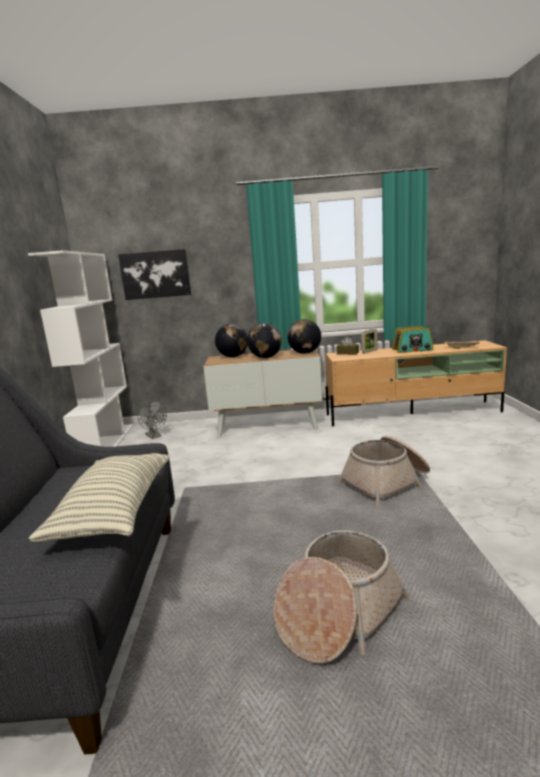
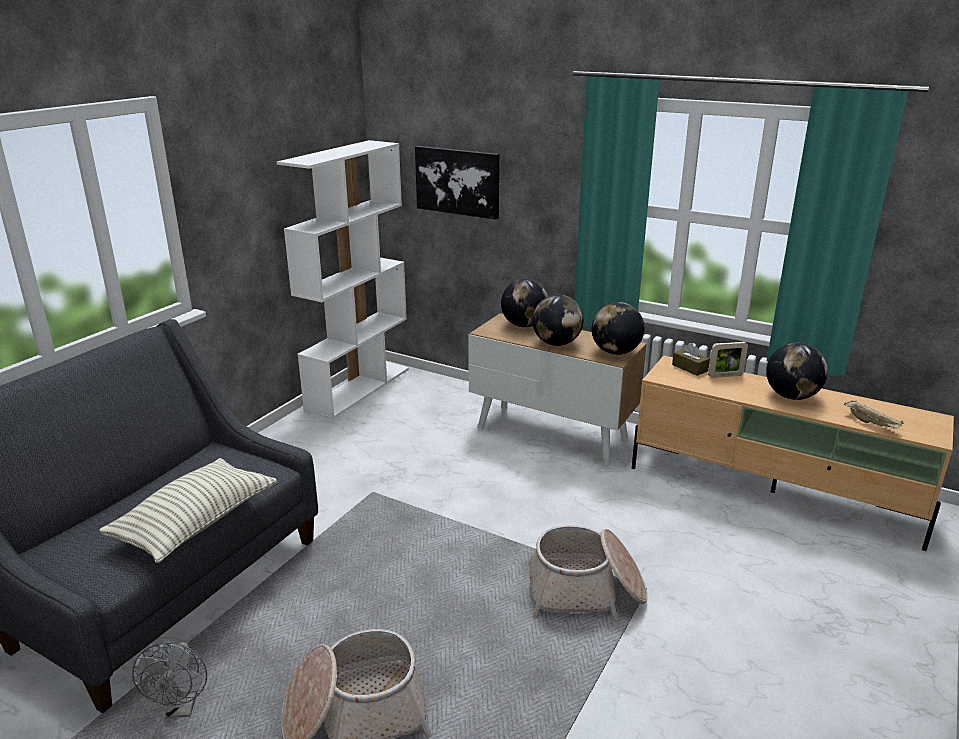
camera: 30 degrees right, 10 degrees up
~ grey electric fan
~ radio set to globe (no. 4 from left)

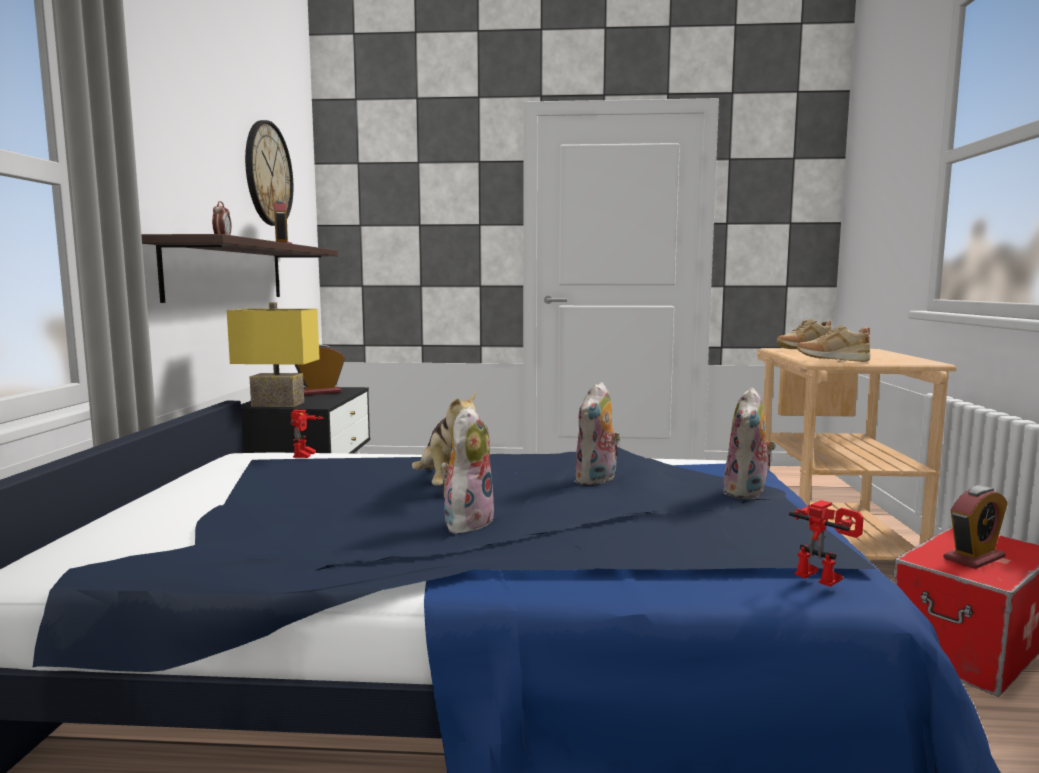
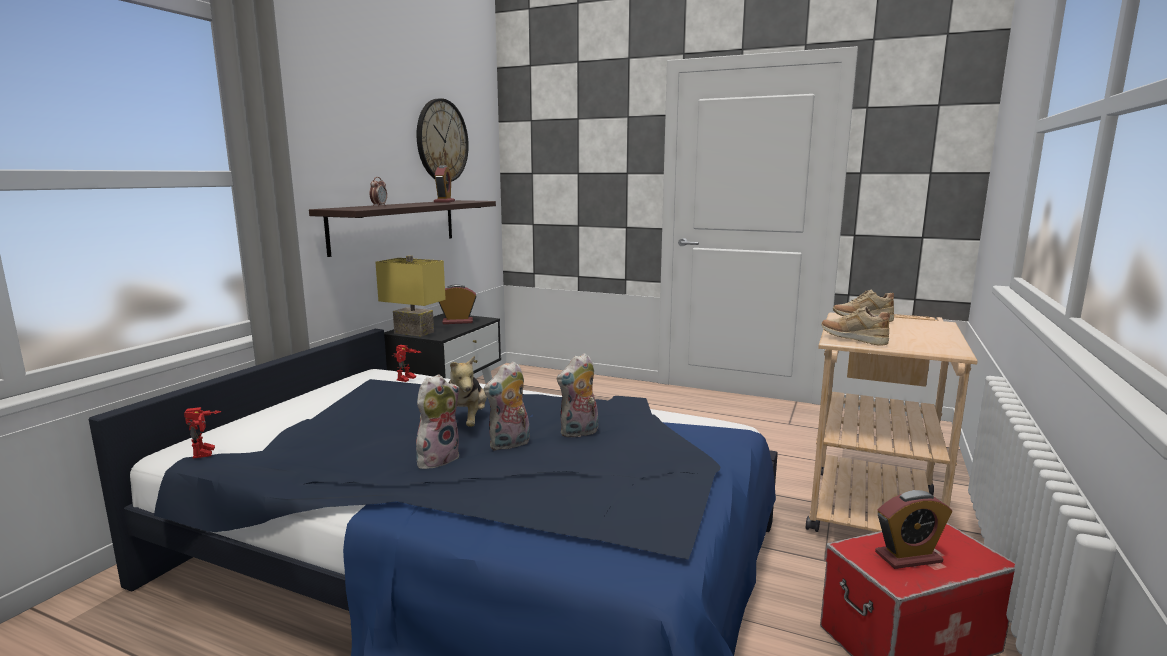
camera: 20 degrees right, 5 degrees up
~ toy robot (no. 2 from left in the first image) to toy robot (no. 1 from left)
~ plush toy (no. 4 from left in the first image) to plush toy (no. 3 from left)

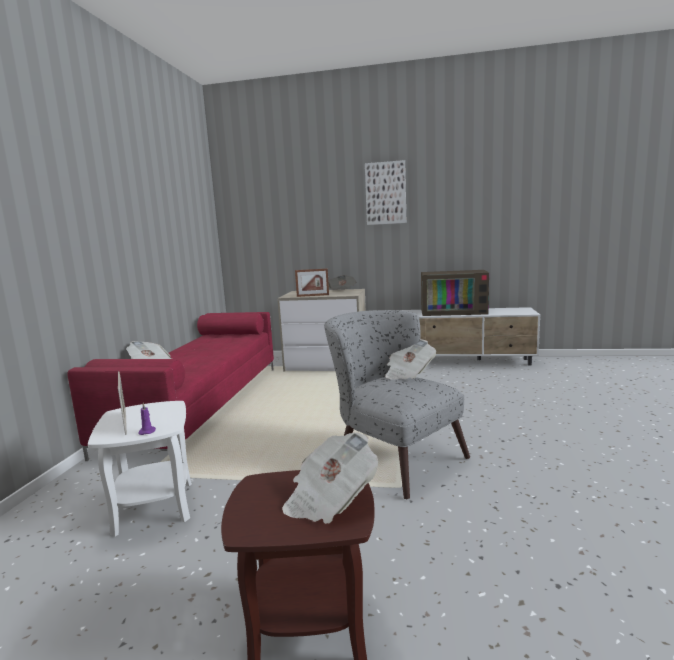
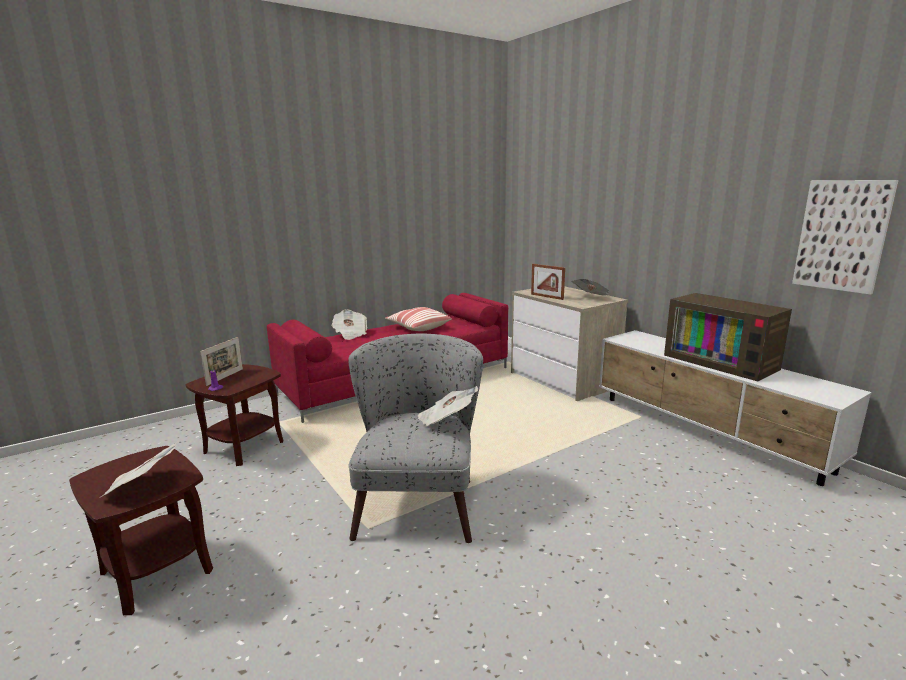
camera: 45 degrees right, 5 degrees up
~ whitish side table to brown-coloured side table (no. 2 from left)
+ cushion
~ wall picture

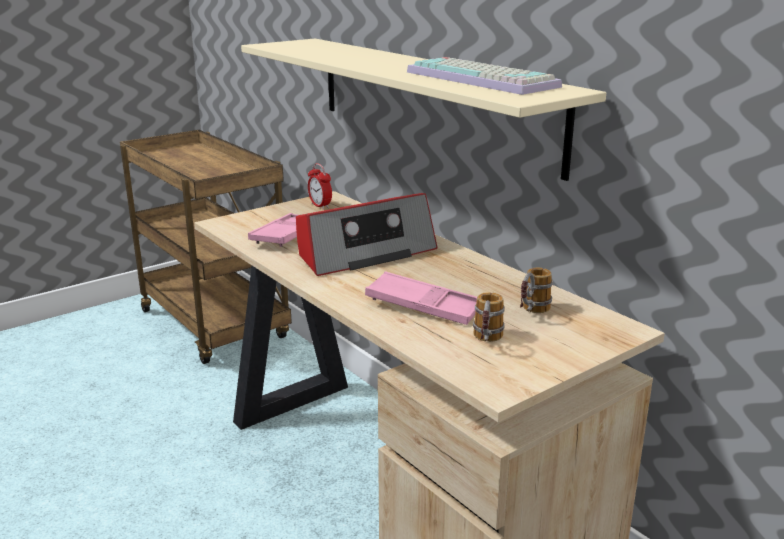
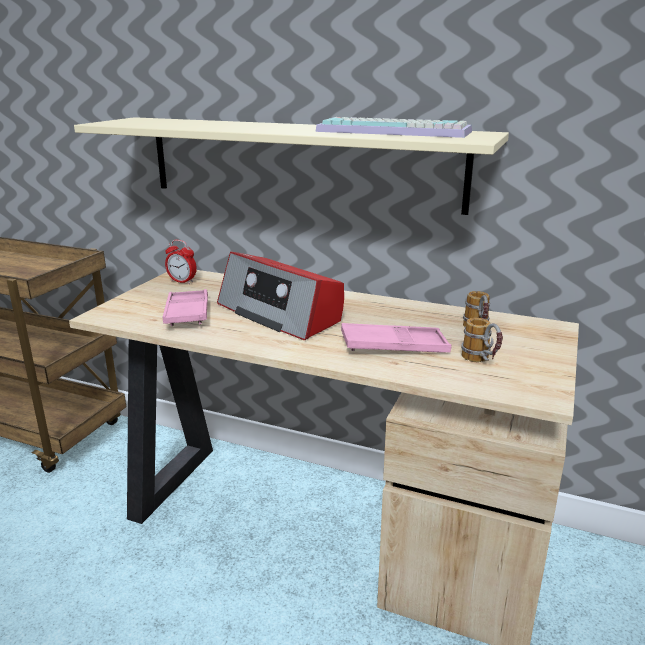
camera: 30 degrees left, 0 degrees up
~ radio set 105 degrees clockwise

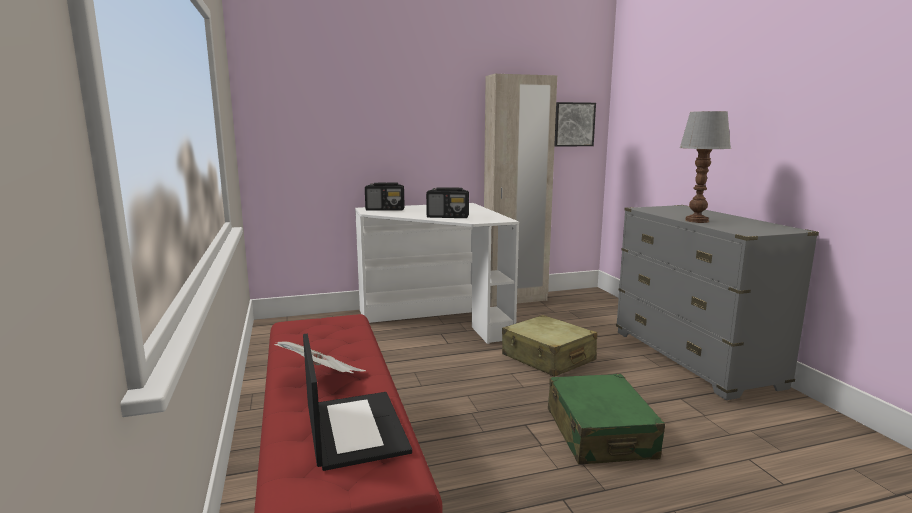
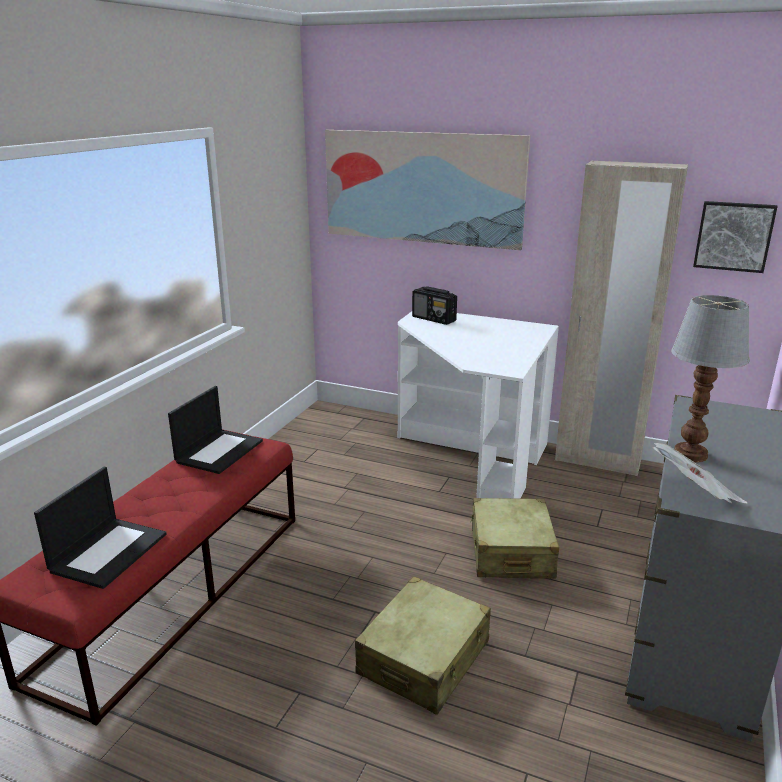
camera: 40 degrees right, 10 degrees up
+ laptop (no. 2 from left)
+ wall picture (no. 1 from left)
~ green-coloured travel case to sand-coloured travel case (no. 1 from left)
~ daily paper
- radio set (no. 2 from left)

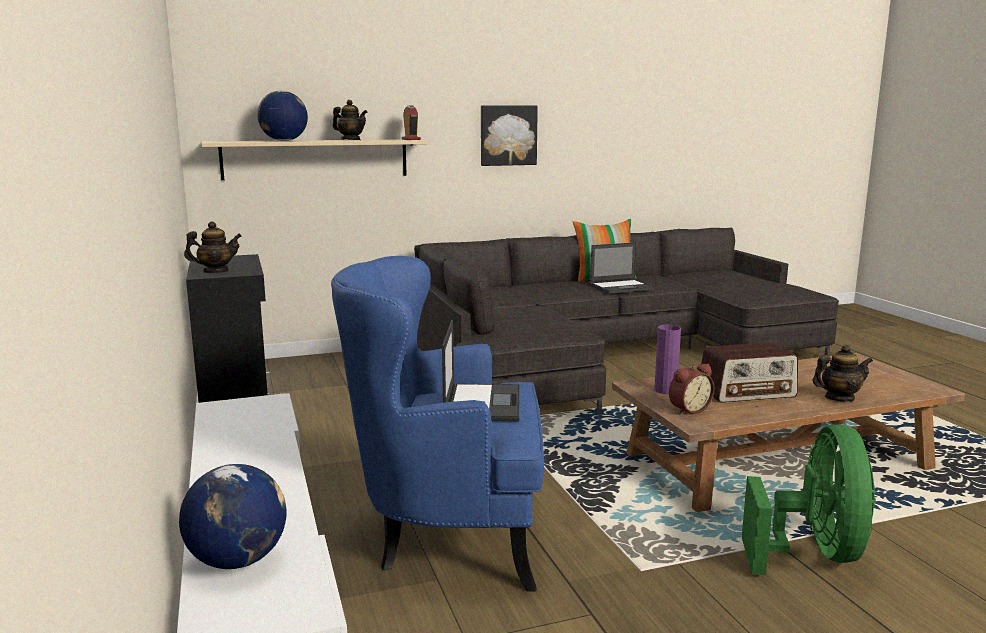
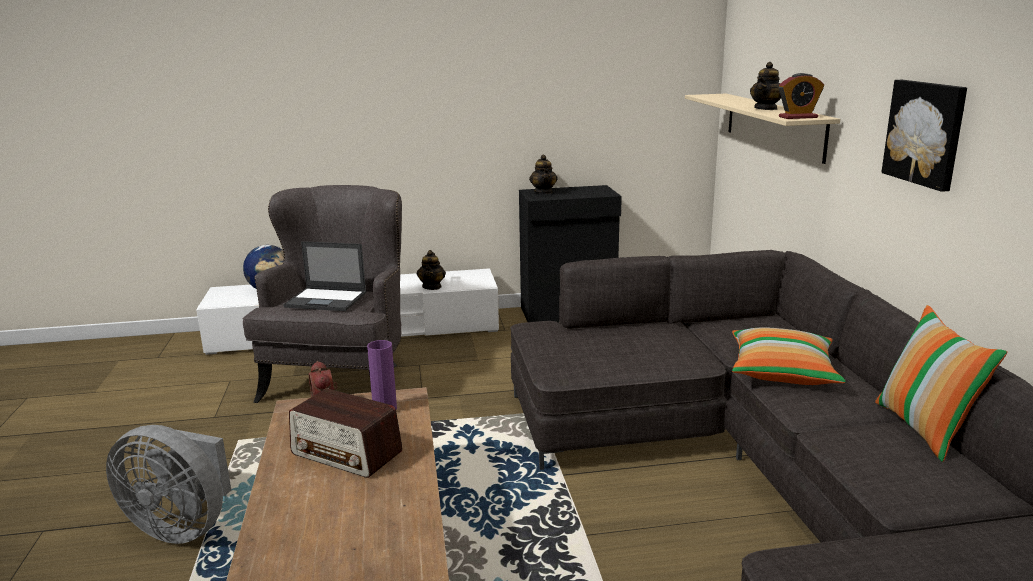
camera: 100 degrees right, 5 degrees up
~ green-coloured electric fan to grey electric fan
~ blue-coloured lounge chair to grey lounge chair
~ radio set 60 degrees counterclockwise
~ teapot (no. 3 from left in the first image) to teapot (no. 1 from left)
+ cushion (no. 1 from left)
- globe (no. 2 from left)
- laptop (no. 2 from left)

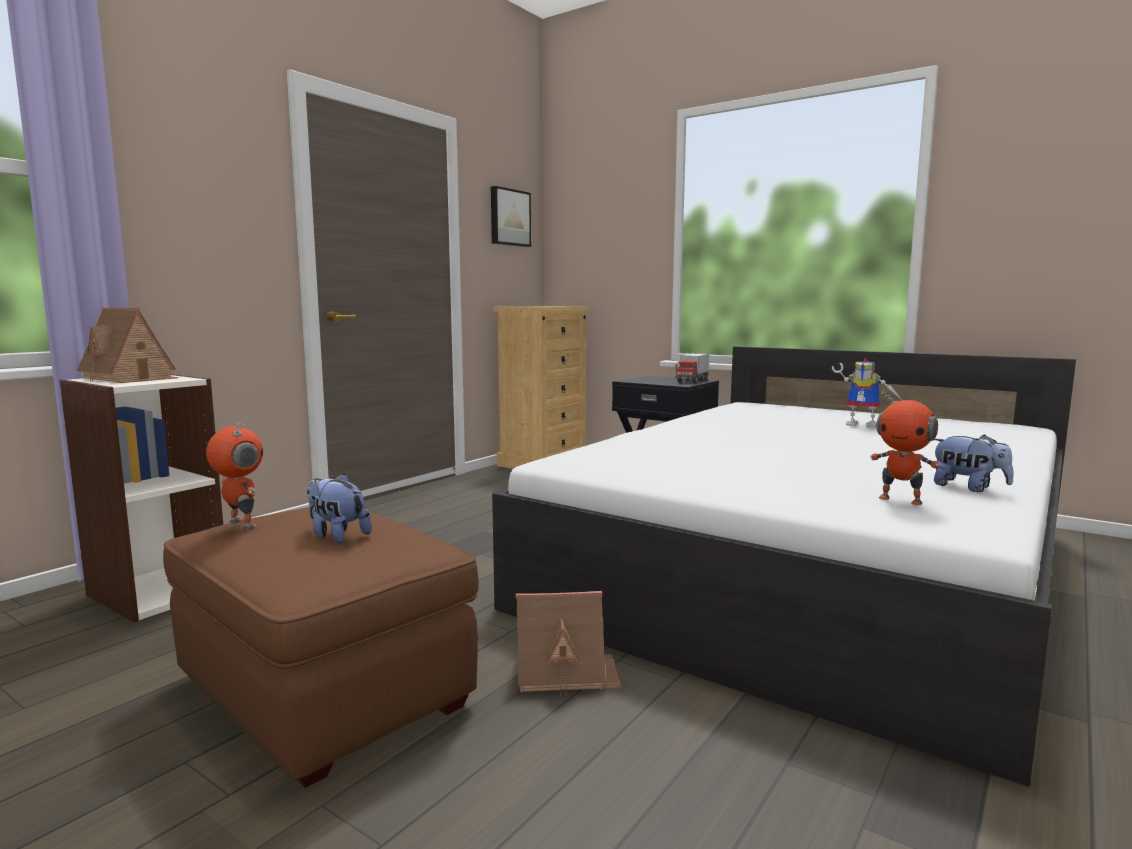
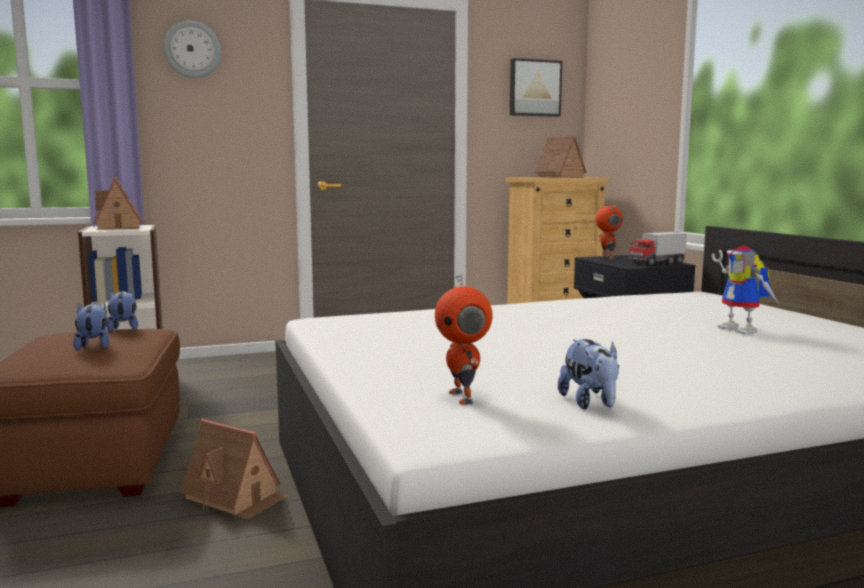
camera: 35 degrees right, 0 degrees up
+ plush toy (no. 2 from left)
+ clock on the wall
+ miniature house (no. 3 from left)
~ toy robot (no. 1 from left in the first image) to toy robot (no. 2 from left)

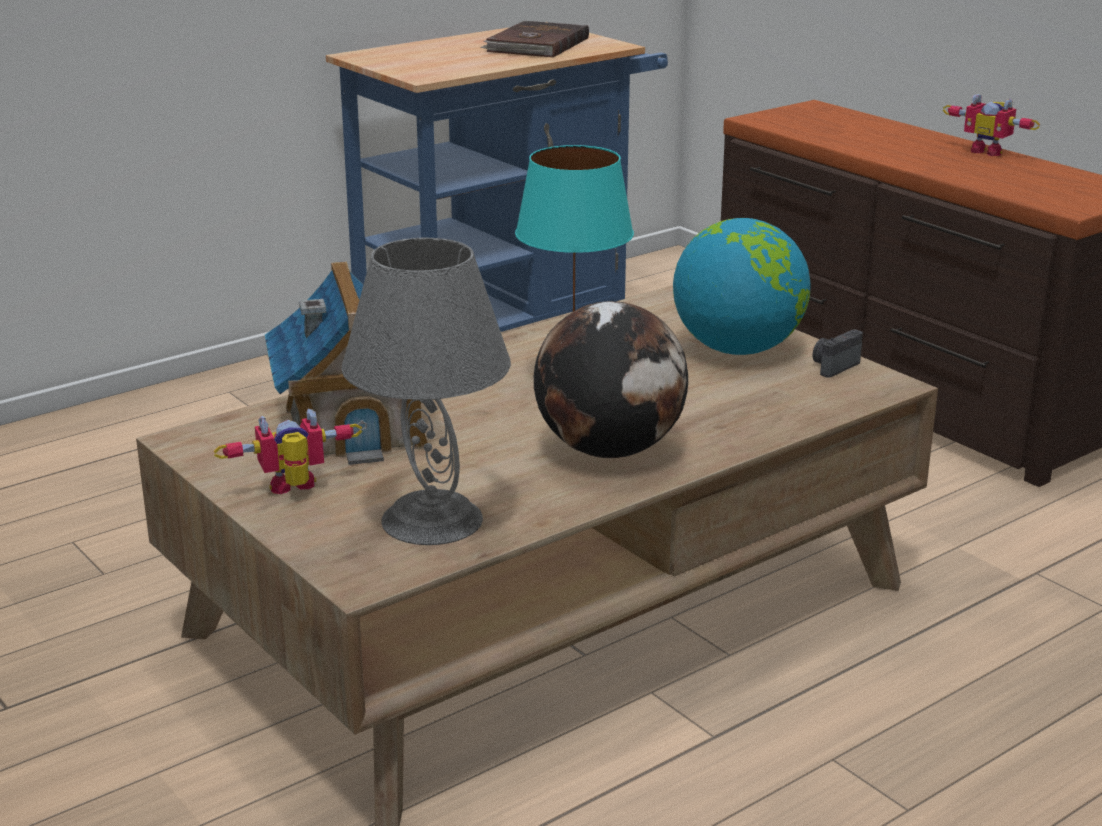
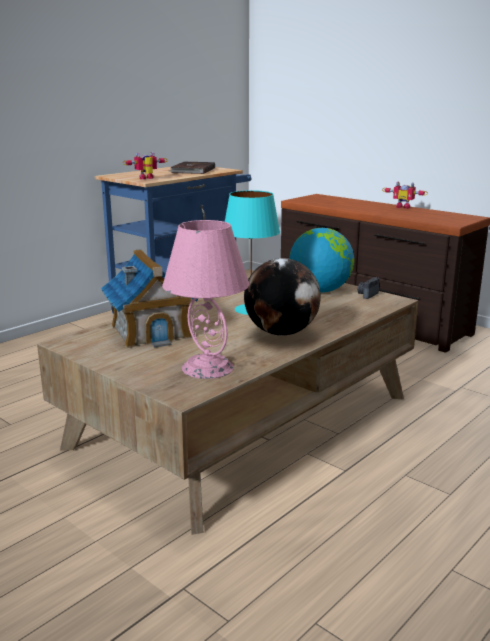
camera: 10 degrees left, 5 degrees down
~ toy robot (no. 1 from left)
~ grey lamp for a table to pink-coloured lamp for a table

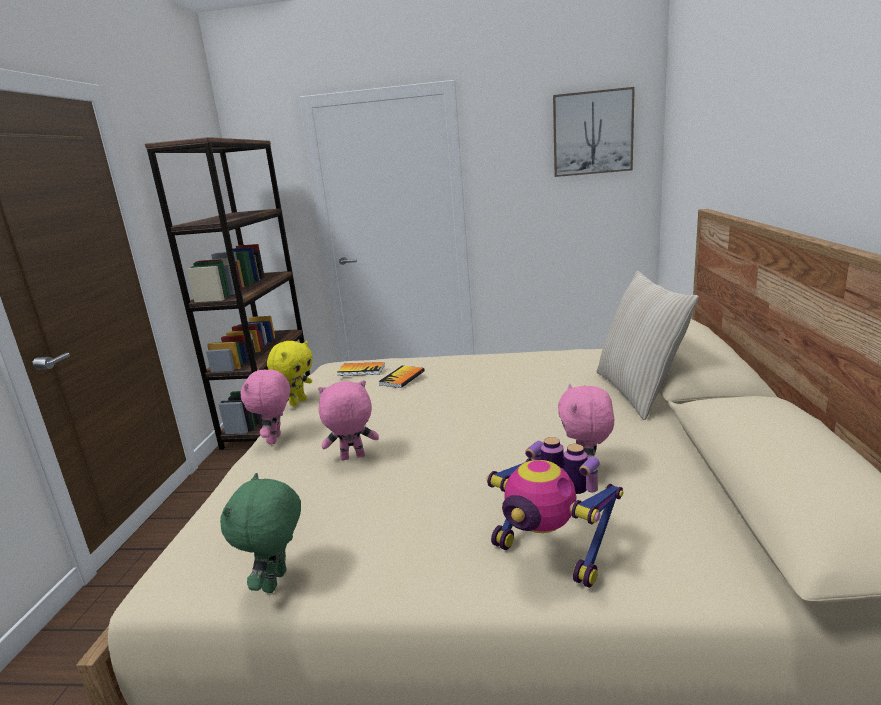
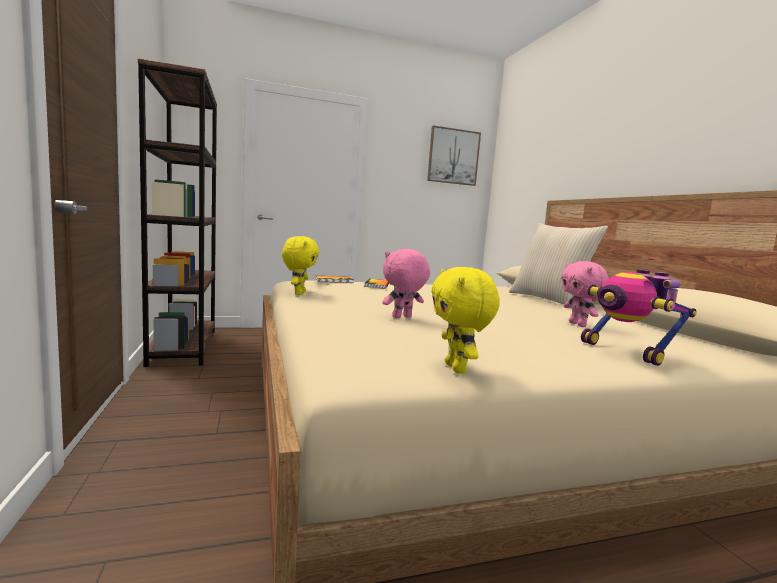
camera: 25 degrees left, 10 degrees down
~ green-coloured plush toy to yellowish plush toy (no. 2 from left)
~ toy robot 45 degrees clockwise
- pink-coloured plush toy (no. 1 from left)

